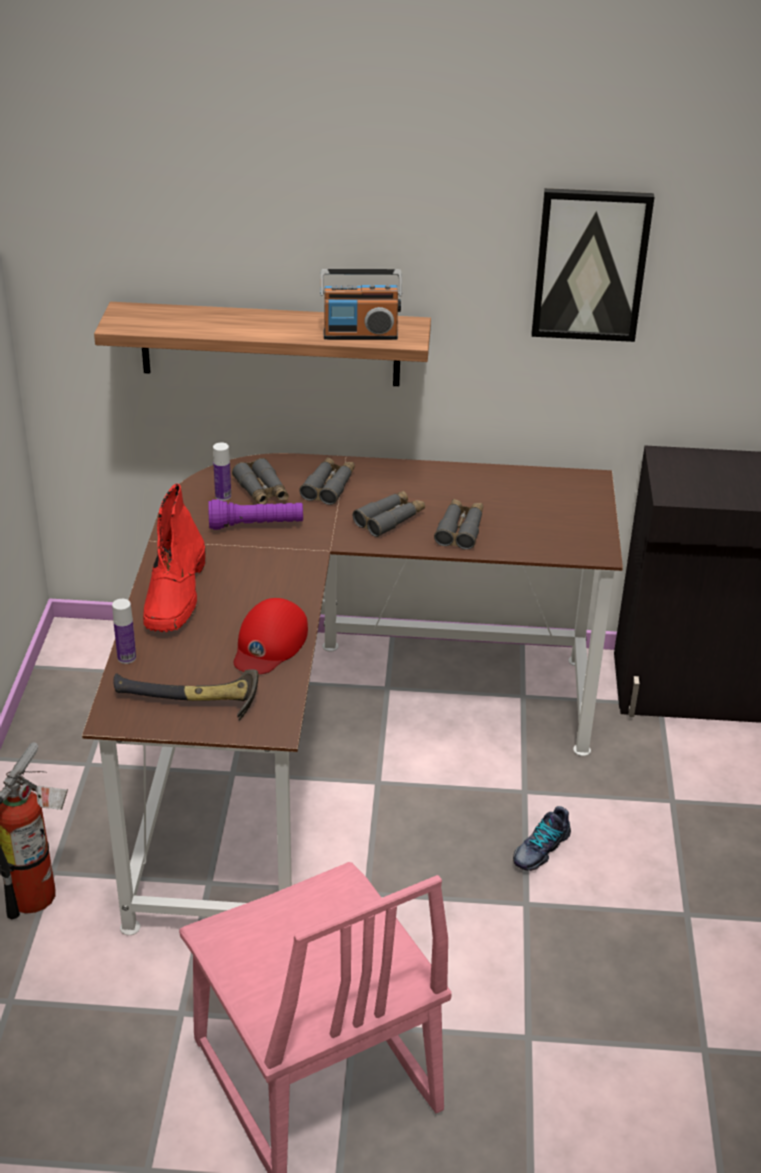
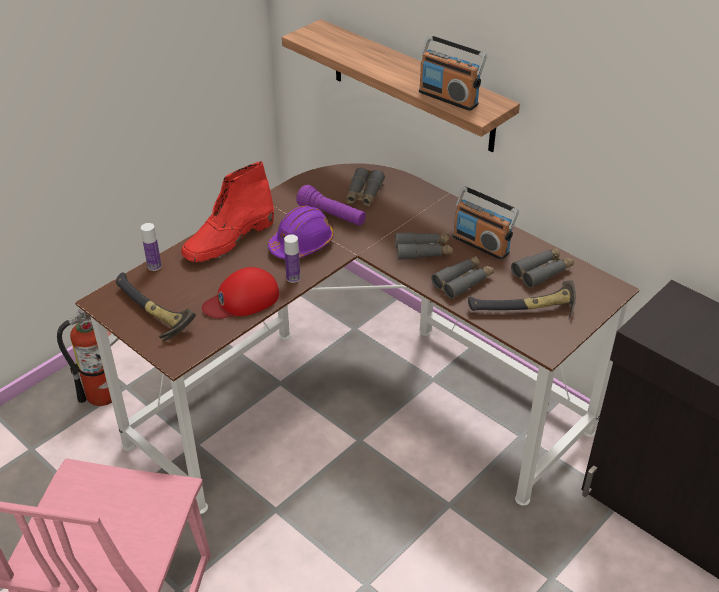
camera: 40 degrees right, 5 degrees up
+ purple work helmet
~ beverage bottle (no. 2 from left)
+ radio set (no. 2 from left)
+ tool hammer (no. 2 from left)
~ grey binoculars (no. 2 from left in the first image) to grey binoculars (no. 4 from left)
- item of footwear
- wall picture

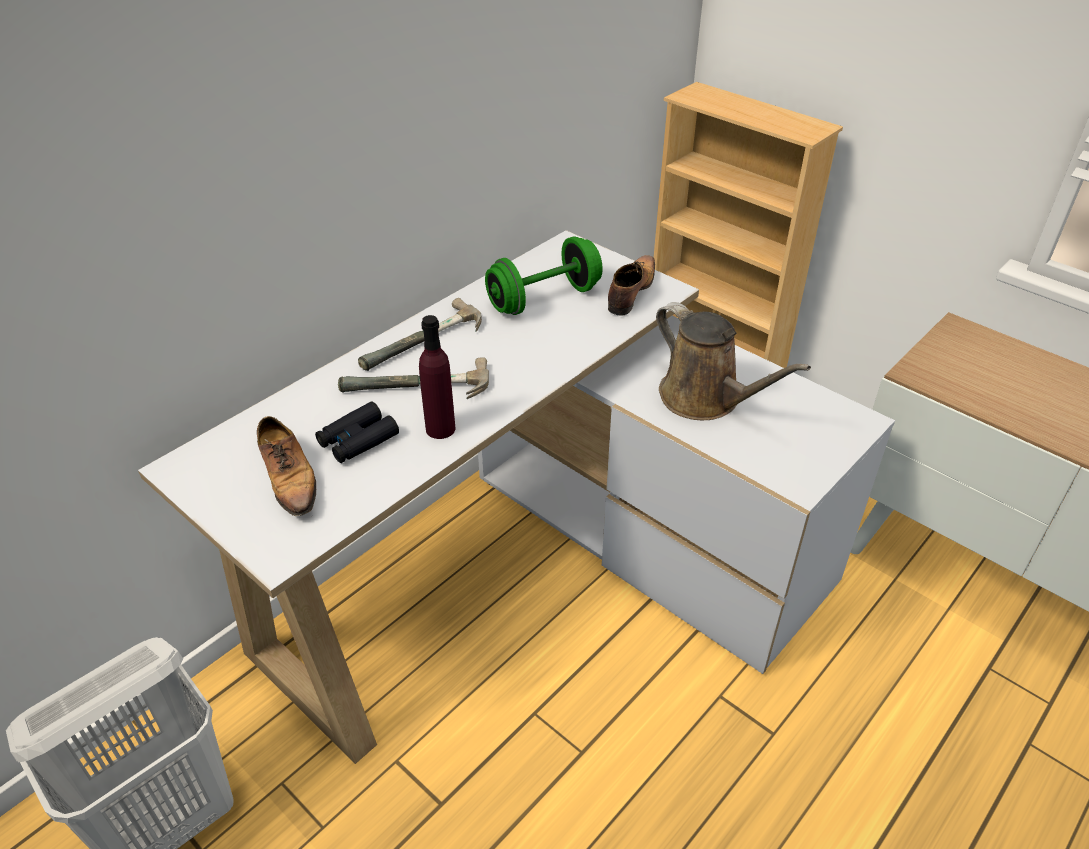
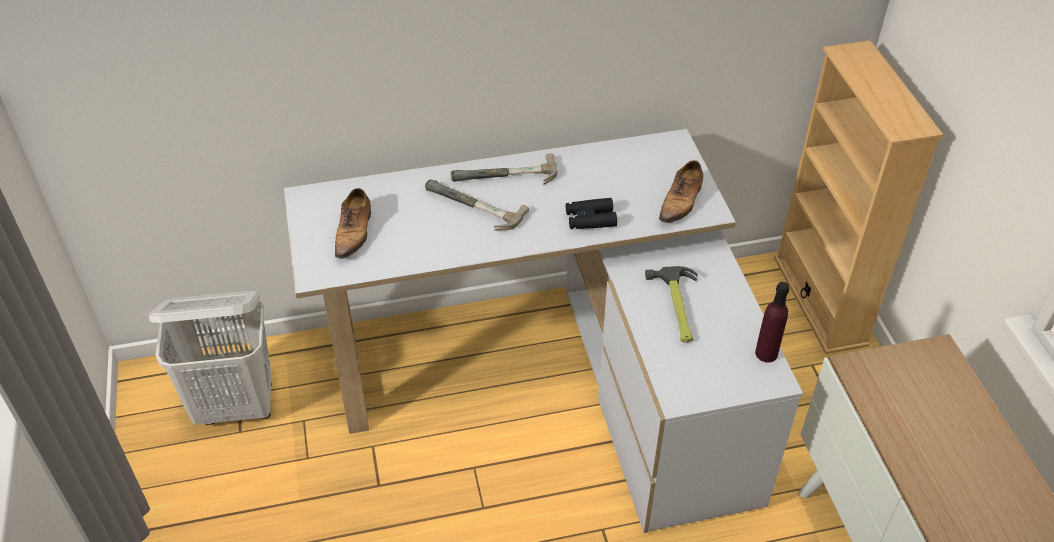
camera: 35 degrees right, 5 degrees up
~ black binoculars
~ brown-coloured watering can to tool hammer (no. 3 from left)
~ item of footwear (no. 2 from left) 150 degrees clockwise
~ purple beverage bottle
- green-coloured hand weight

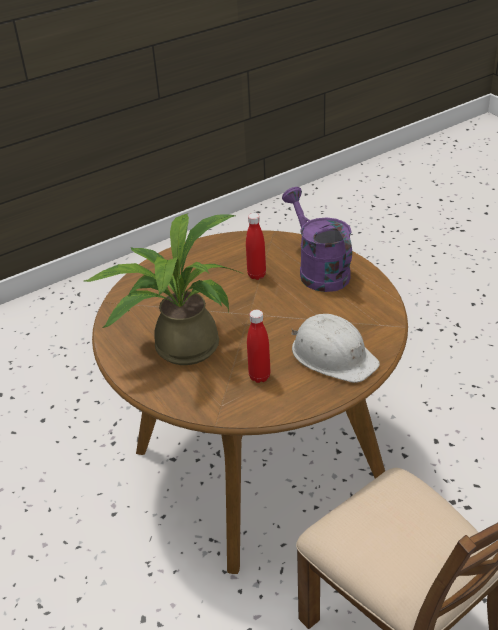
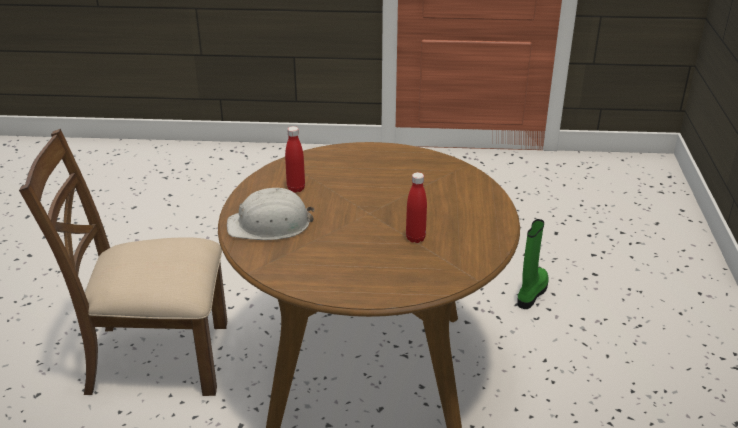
camera: 125 degrees right, 5 degrees down
+ green-coloured tall boot
- plant in a pot
- purple watering can

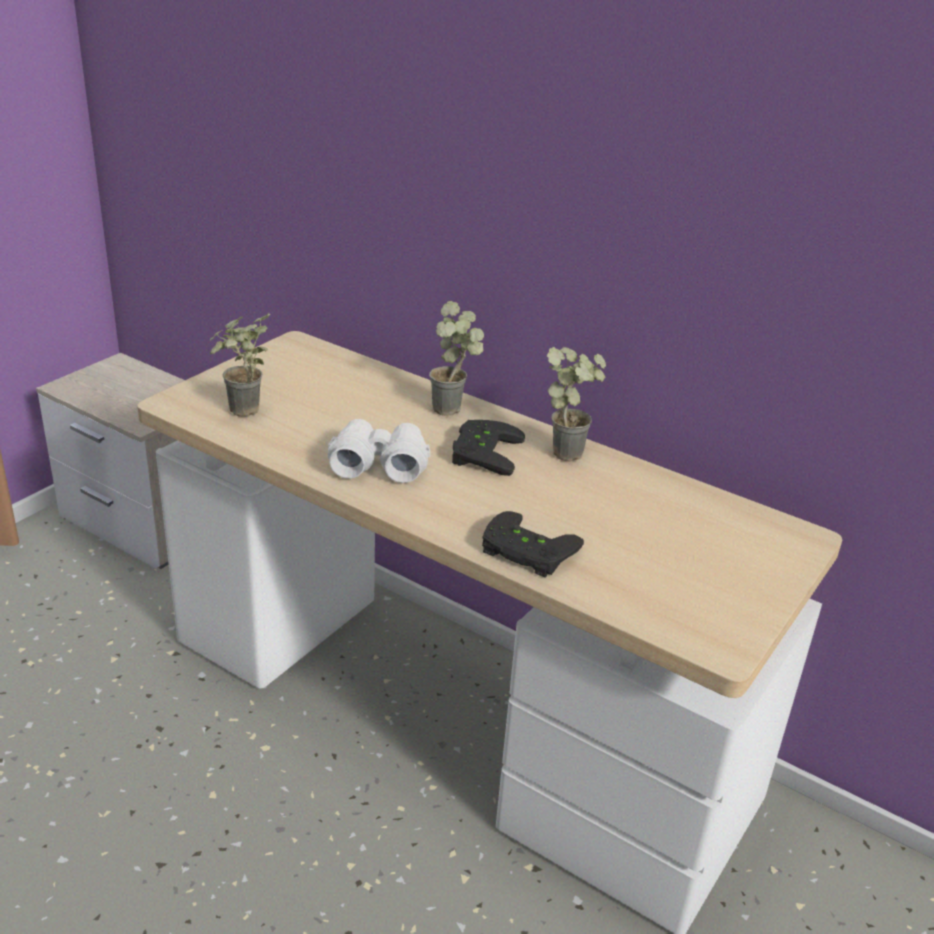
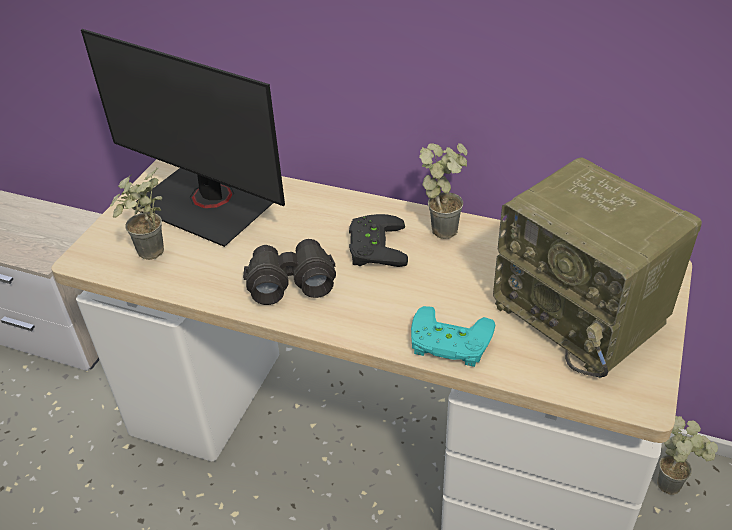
camera: 10 degrees left, 10 degrees up
+ monitor
~ whitish binoculars to black binoculars
~ black game controller (no. 2 from left) to turquoise-coloured game controller
+ radio set
~ plant in a pot (no. 2 from left in the first image) to plant in a pot (no. 3 from left)

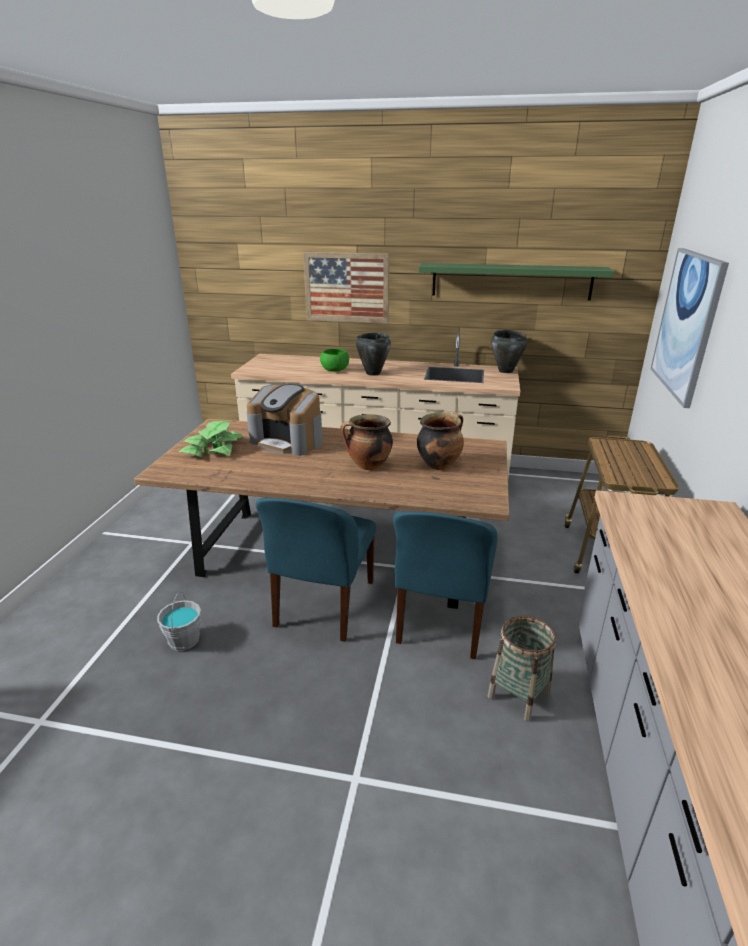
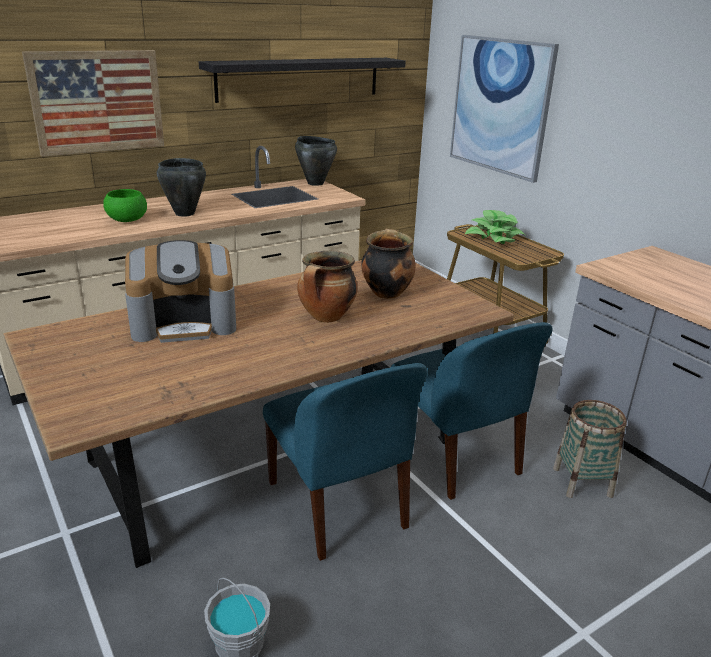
camera: 45 degrees left, 0 degrees up
~ green-coloured shelf to black shelf
~ plant in a pot

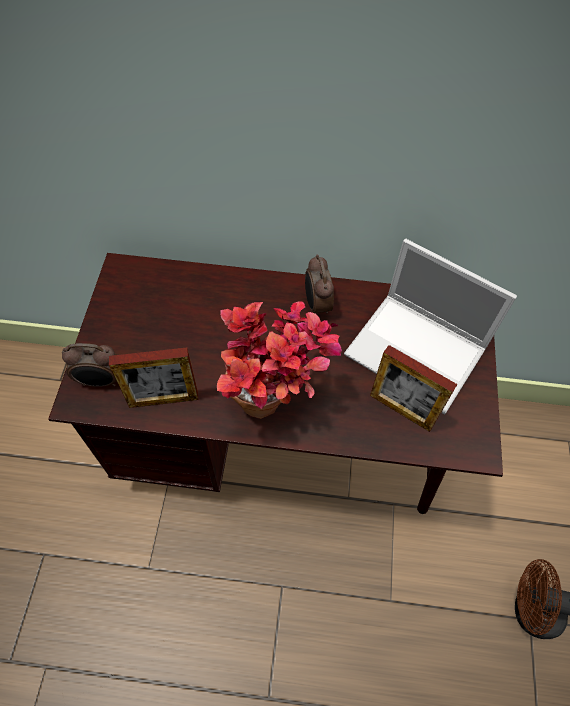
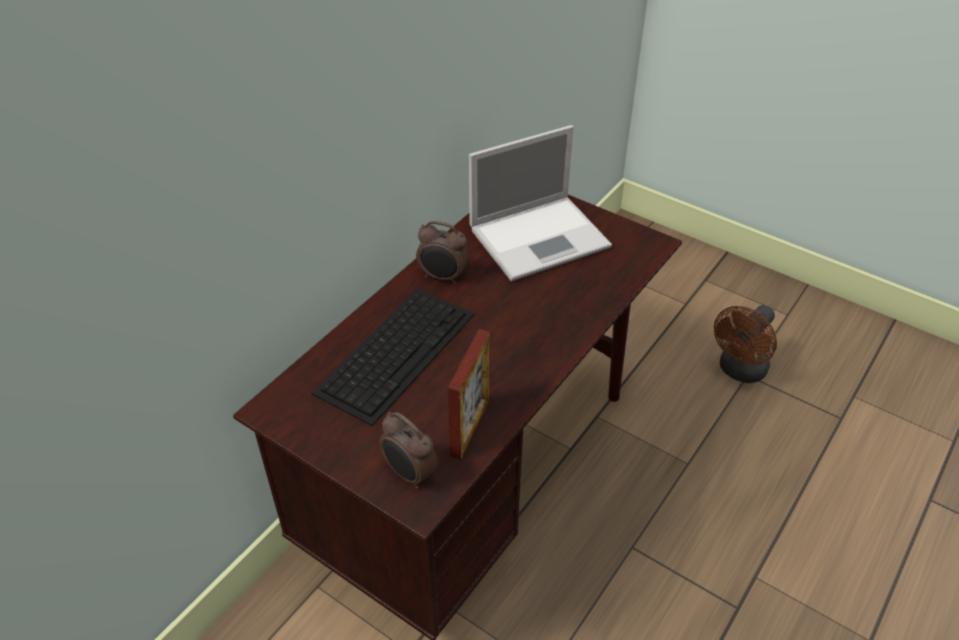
camera: 60 degrees left, 15 degrees down
+ PC keyboard
~ alarm clock (no. 1 from left) 105 degrees clockwise
- plant in a pot
- standing frame (no. 2 from left)

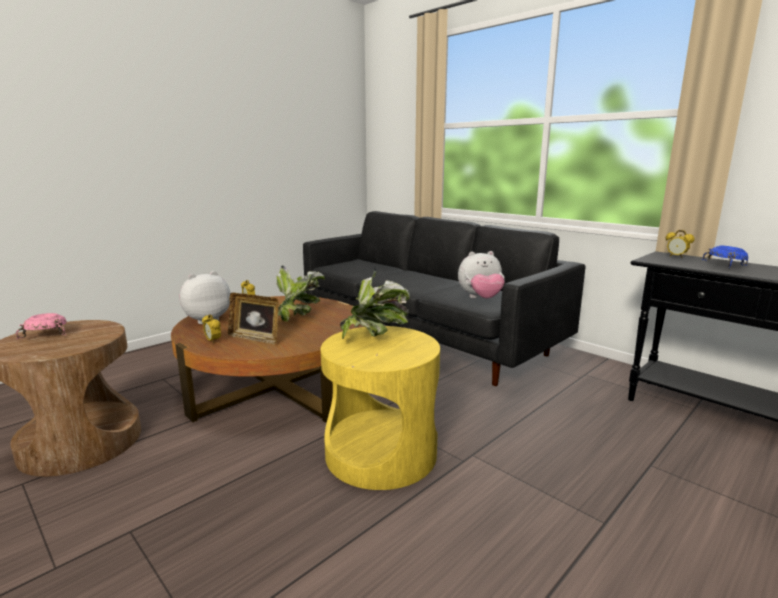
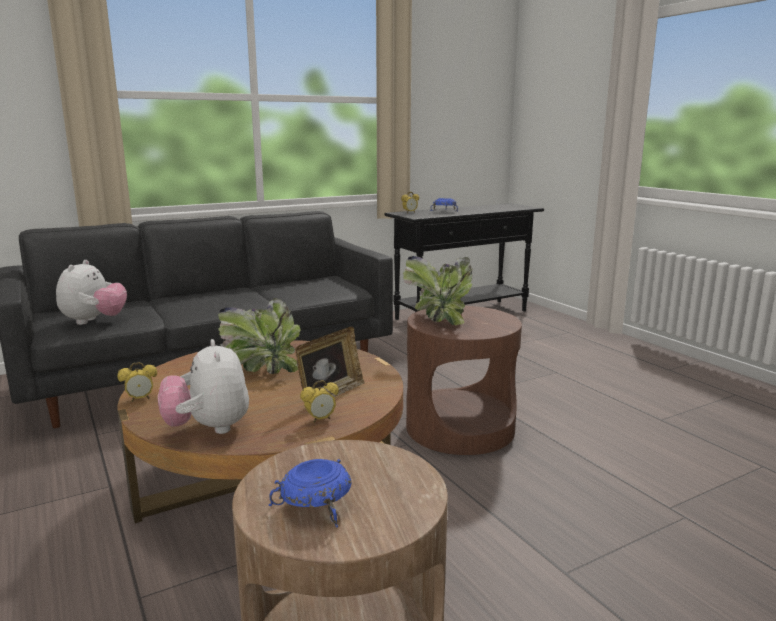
camera: 75 degrees left, 0 degrees up
~ plush toy (no. 2 from left in the first image) to plush toy (no. 1 from left)
~ pink-coloured serving bowl to blue-coloured serving bowl (no. 1 from left)
~ yellowish side table to brown-coloured side table (no. 2 from left)

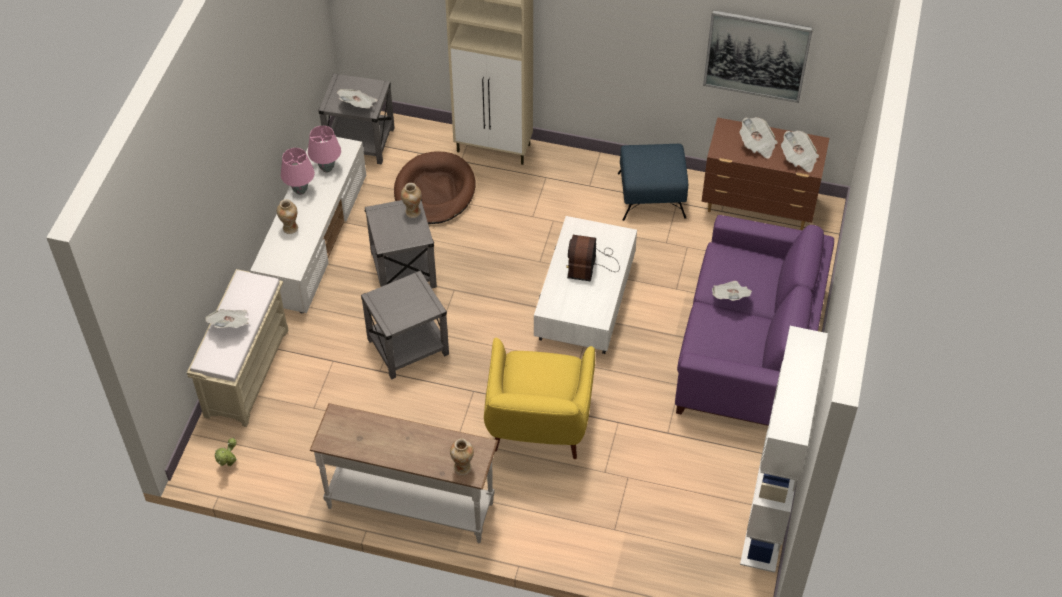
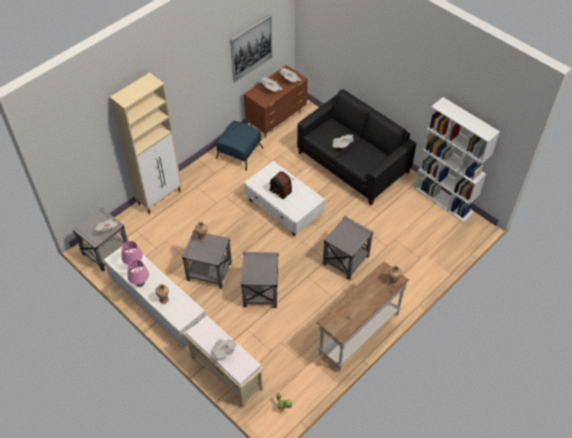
camera: 60 degrees left, 0 degrees up
~ purple sofa to black sofa
~ yellowish lounge chair to grey side table (no. 4 from left)
- brown-coloured dog cushion

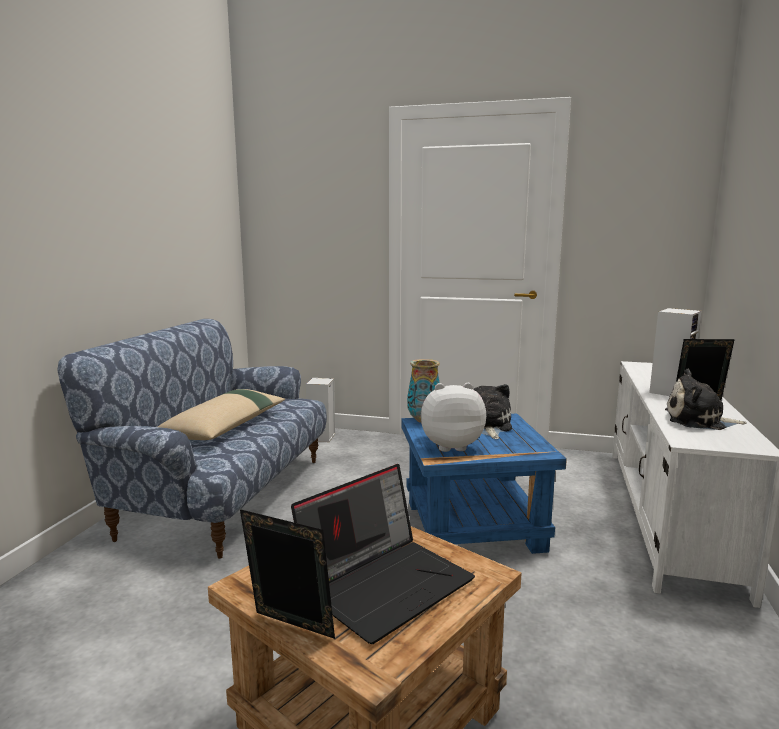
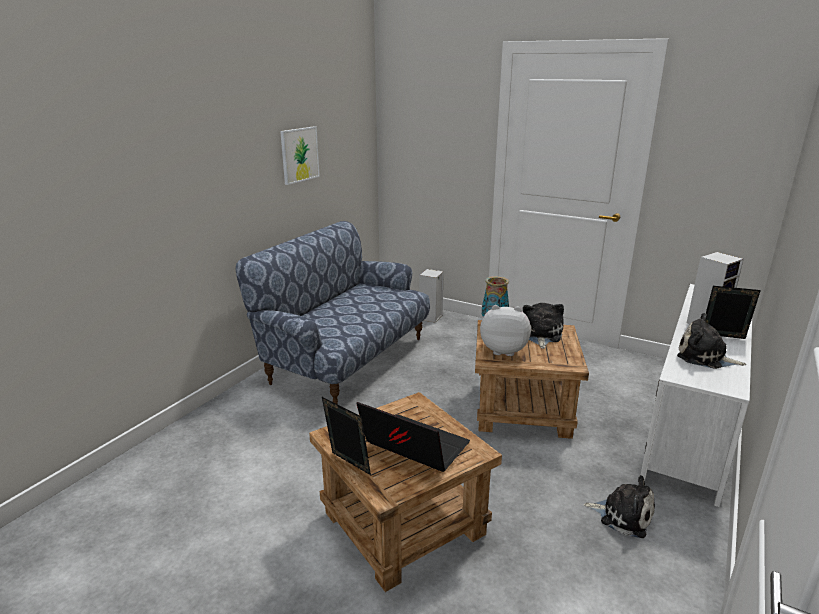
camera: 15 degrees right, 10 degrees up
+ wall picture
~ laptop 120 degrees counterclockwise
~ blue-coloured side table to brown-coloured side table (no. 2 from left)
+ plush toy (no. 3 from left)
- sand-coloured cushion

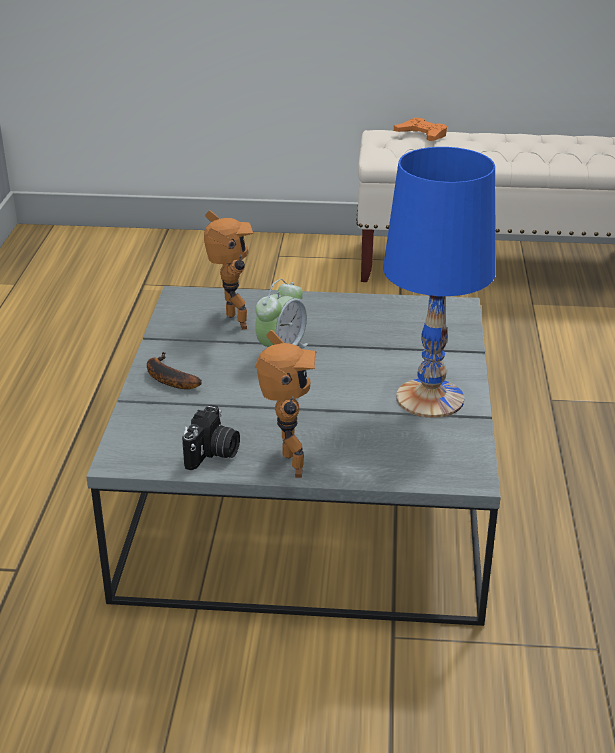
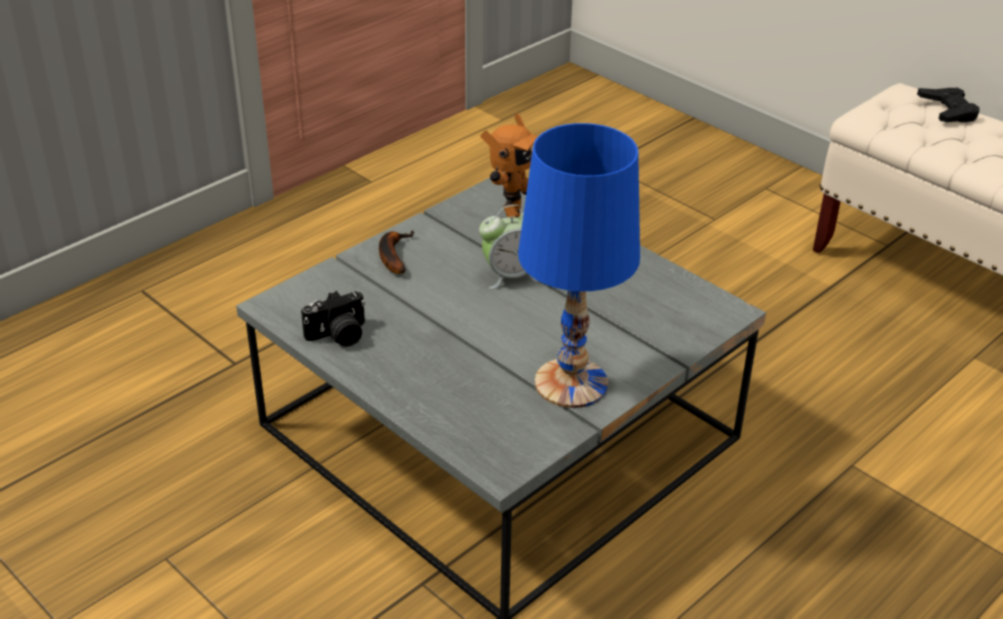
camera: 40 degrees right, 5 degrees up
~ orange-coloured game controller to black game controller
- toy robot (no. 2 from left)

